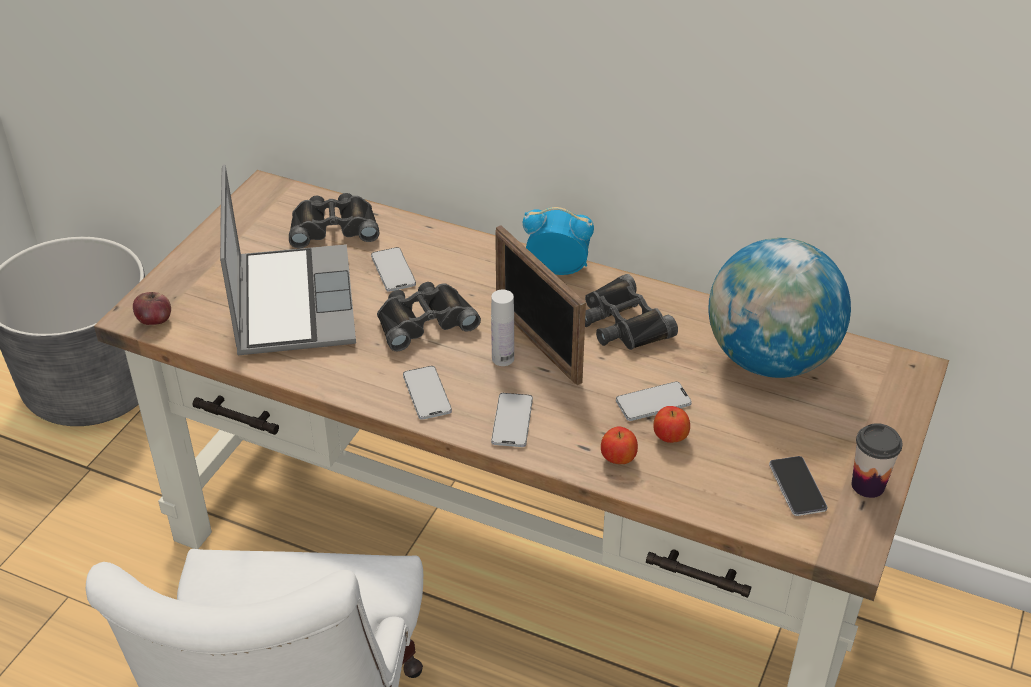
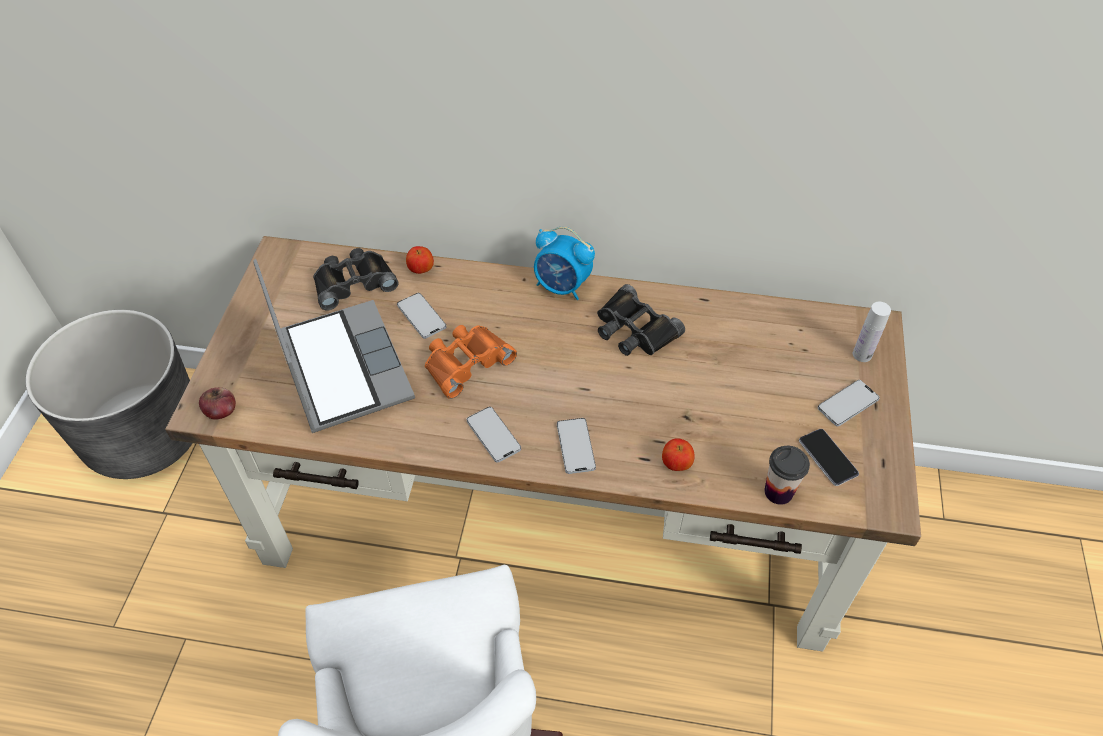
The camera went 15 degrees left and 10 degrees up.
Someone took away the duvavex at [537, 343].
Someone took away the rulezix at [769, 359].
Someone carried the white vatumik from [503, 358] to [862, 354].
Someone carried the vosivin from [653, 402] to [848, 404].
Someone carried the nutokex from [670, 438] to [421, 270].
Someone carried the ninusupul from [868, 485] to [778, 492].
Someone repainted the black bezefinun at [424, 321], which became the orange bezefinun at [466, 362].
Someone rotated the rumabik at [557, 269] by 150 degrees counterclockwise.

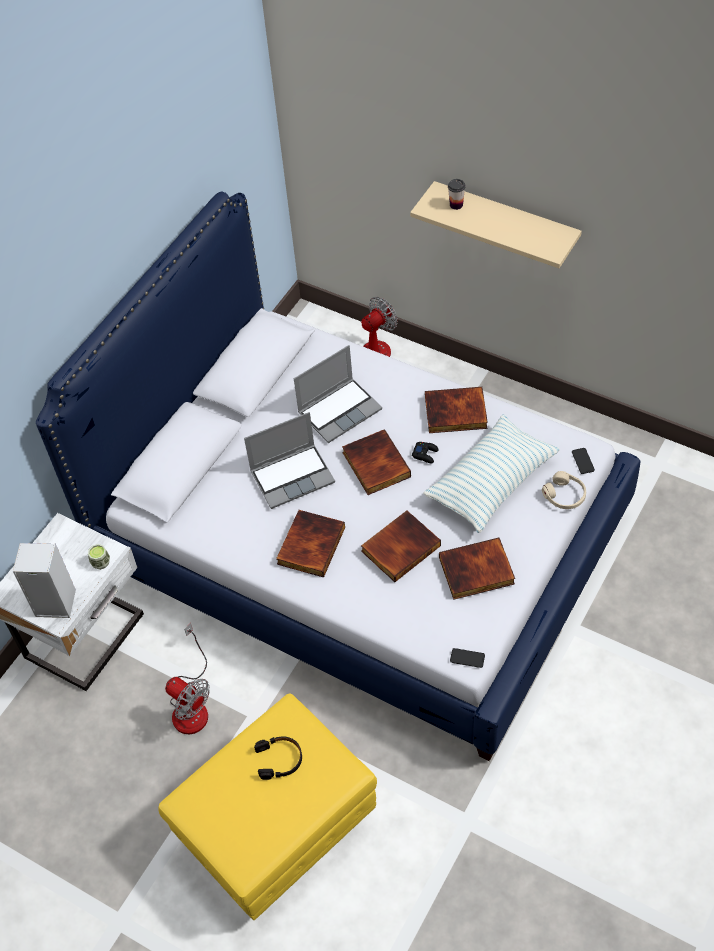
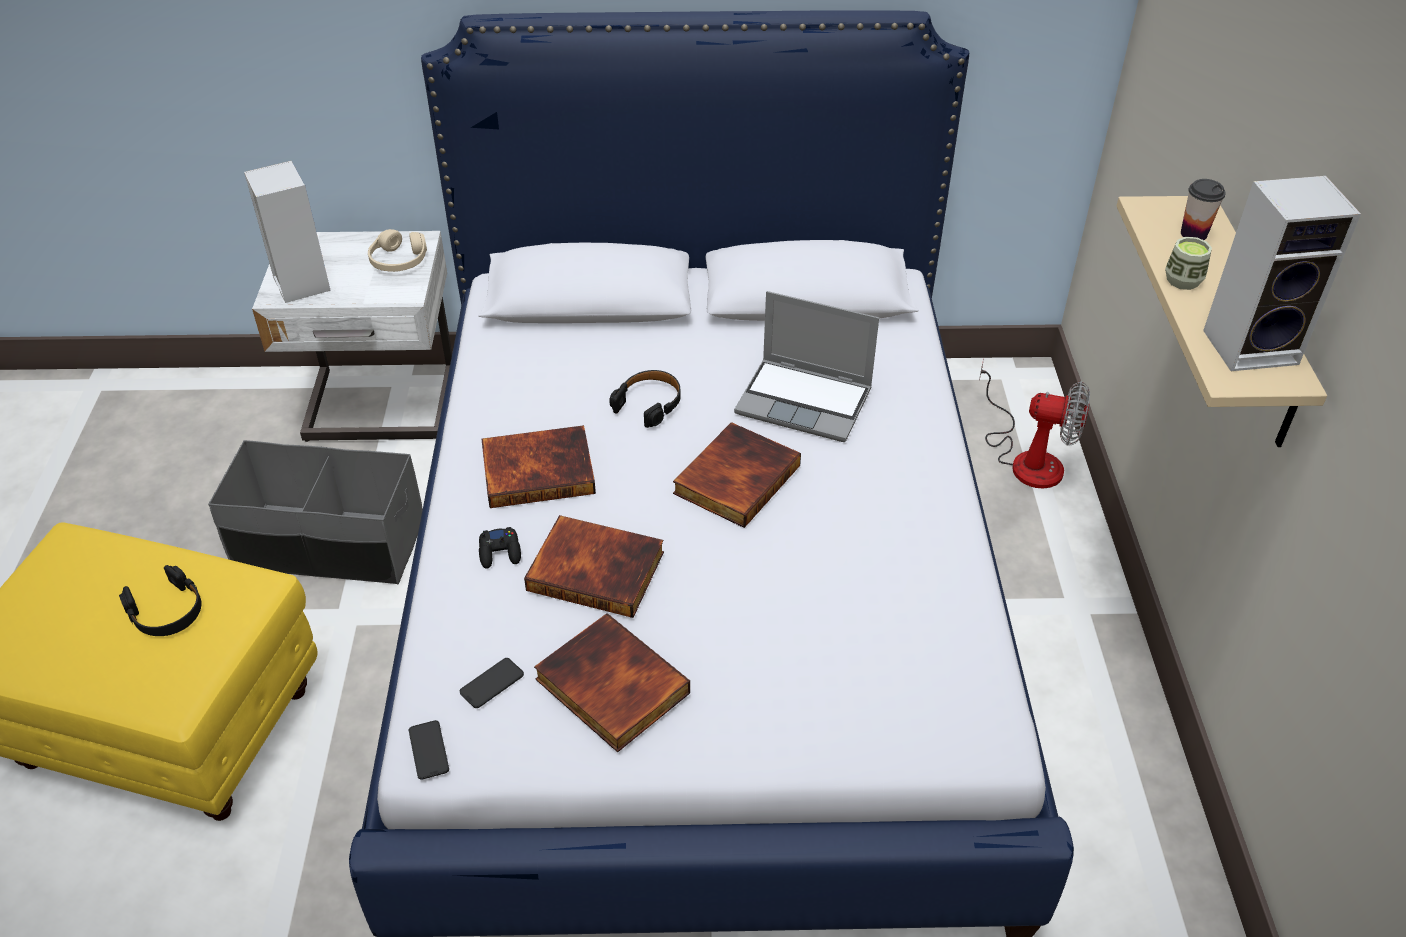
The camera went 55 degrees right and 10 degrees down.
Someone took away the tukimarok at [491, 483].
Someone took away the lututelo at [455, 413].
Someone put down the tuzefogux at [1253, 346].
Someone carried the ninusupul from [101, 562] to [1183, 280].
Someone carried the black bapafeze from [425, 454] to [500, 552].
Someone carried the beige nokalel from [564, 495] to [398, 260].
Someone carried the vosivin from [583, 461] to [492, 683].
Someone swapped the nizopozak at [191, 704] for the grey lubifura at [330, 544].
Someone swapped the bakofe at [293, 476] for the black nokalel at [649, 403].

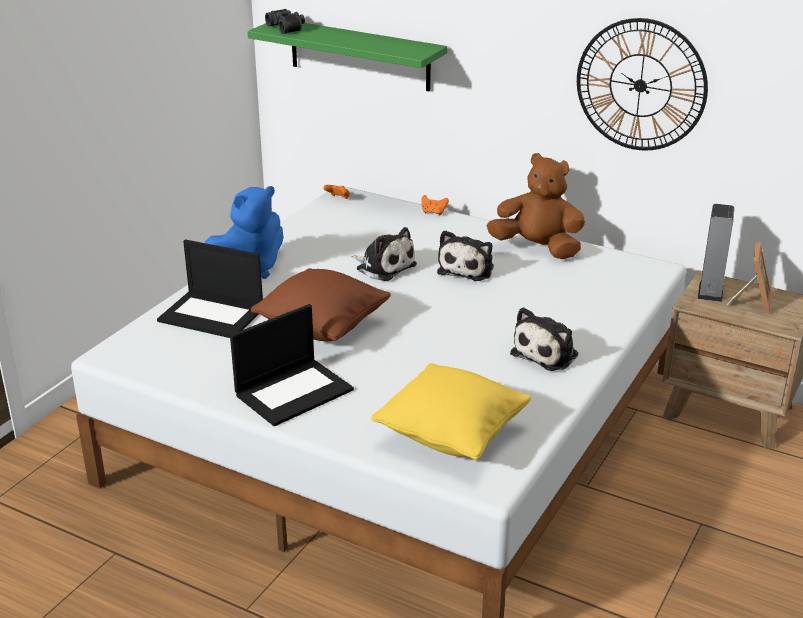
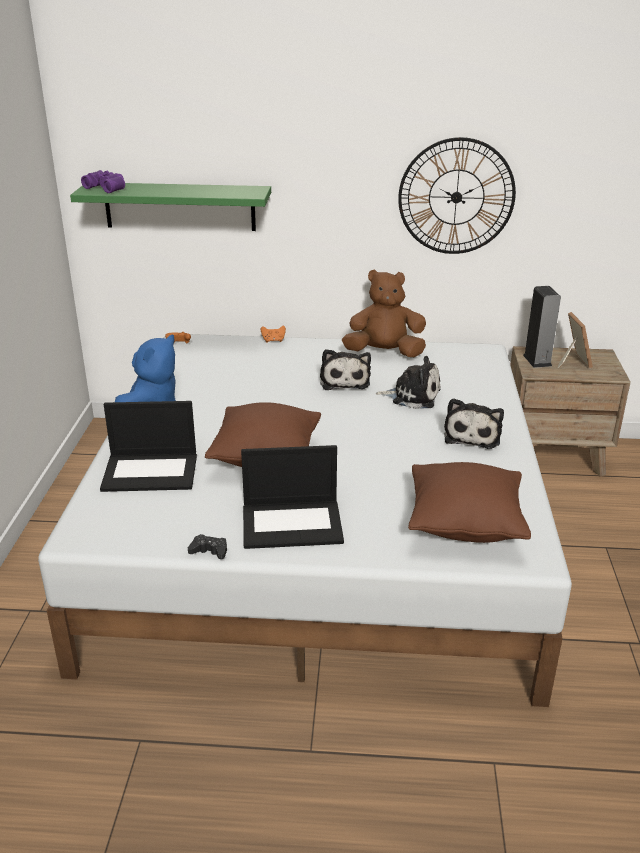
The camera went 25 degrees left and 0 degrees up.
Someone put down the black bapafeze at [209, 551].
Someone carried the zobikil from [384, 266] to [412, 396].
Someone repainted the black bezefinun at [287, 27], which became the purple bezefinun at [107, 188].
Someone repainted the yellow tukimarok at [451, 436], which became the brown tukimarok at [464, 525].
Someone rotated the bakofe at [294, 391] by 60 degrees clockwise.

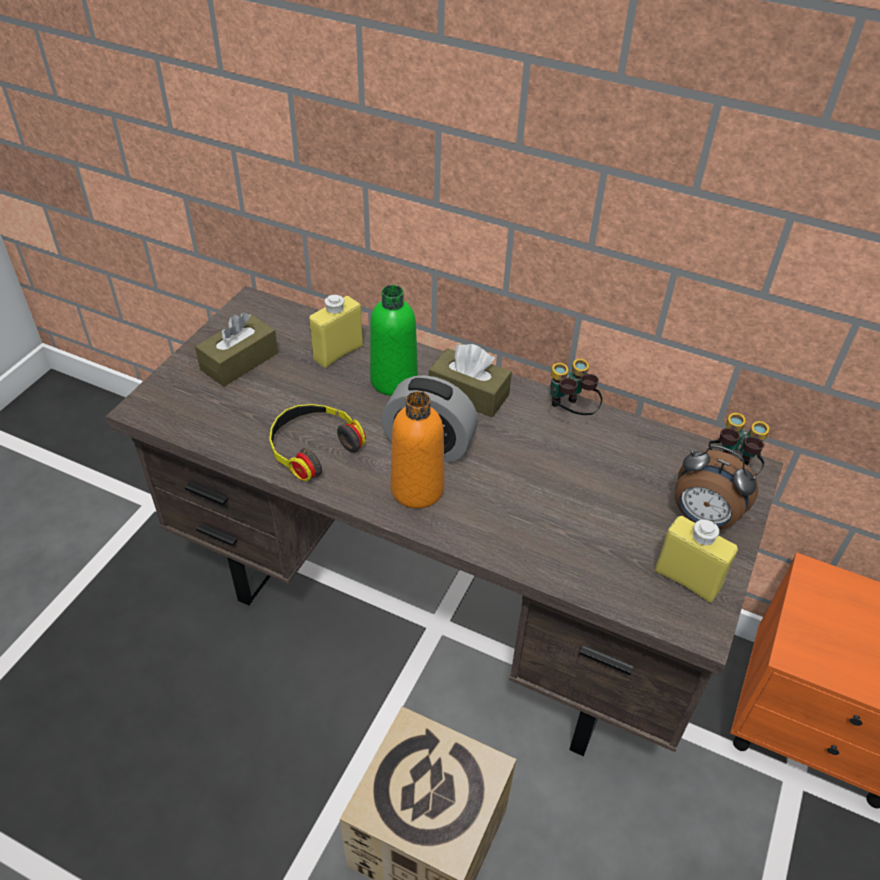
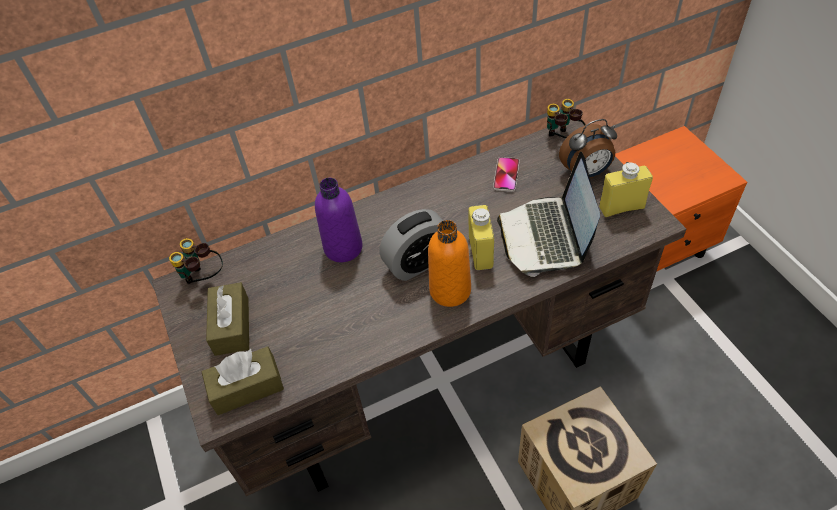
The camera went 45 degrees left and 5 degrees up.
Someone took away the nokalel at [313, 446].
Someone put down the vosivin at [506, 175].
Someone put down the bakofe at [546, 236].
Someone carried the yellow vatumik from [338, 353] to [480, 252].
Someone carried the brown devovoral from [468, 394] to [247, 387].
Someone carried the bezefinun from [569, 413] to [204, 278].
Someone repainted the green vatumik at [394, 380], which became the purple vatumik at [343, 248].

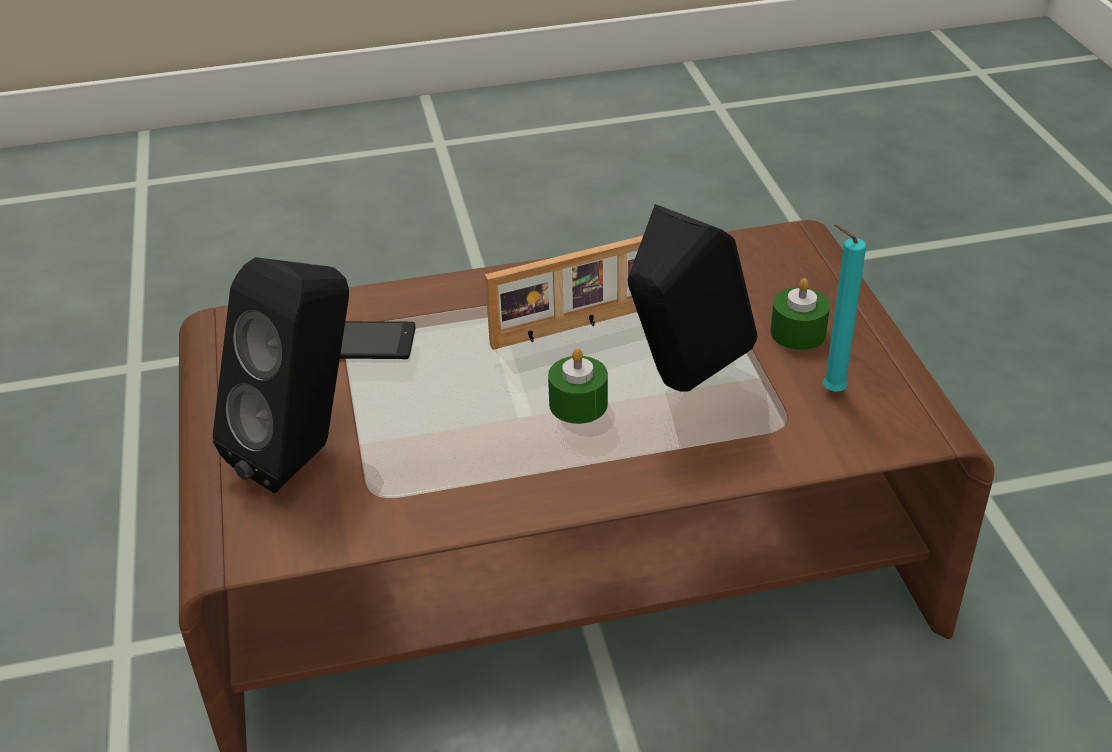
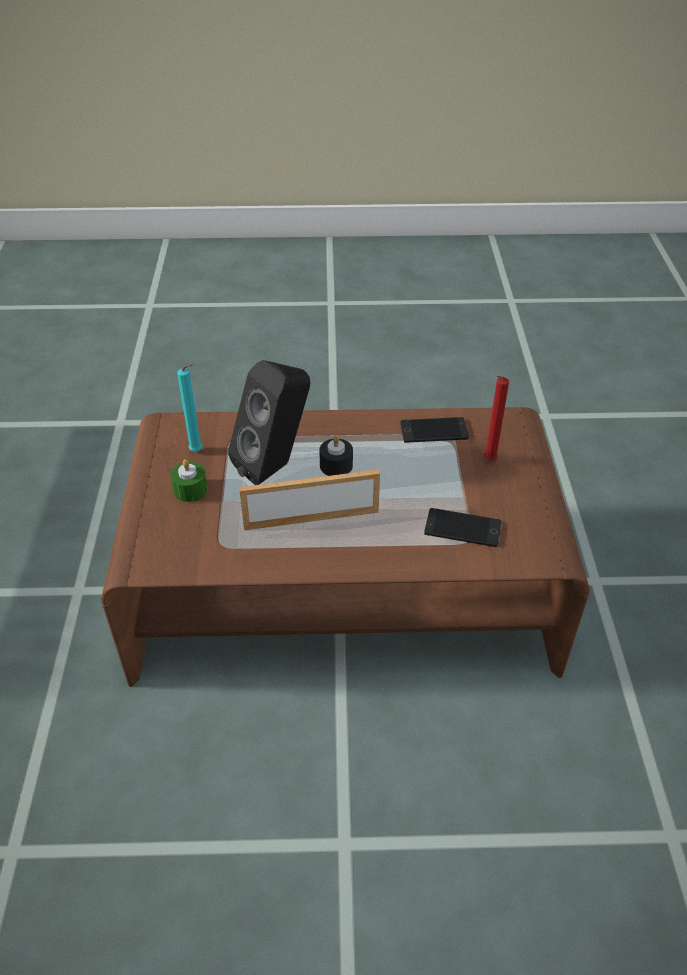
The camera went 170 degrees left and 5 degrees up.
Someone put down the vosivin at [434, 431].
Someone swapped the black tuzefogux at [305, 453] for the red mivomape at [488, 461].
Someone repainted the green mivomape at [578, 404], which became the black mivomape at [336, 465].

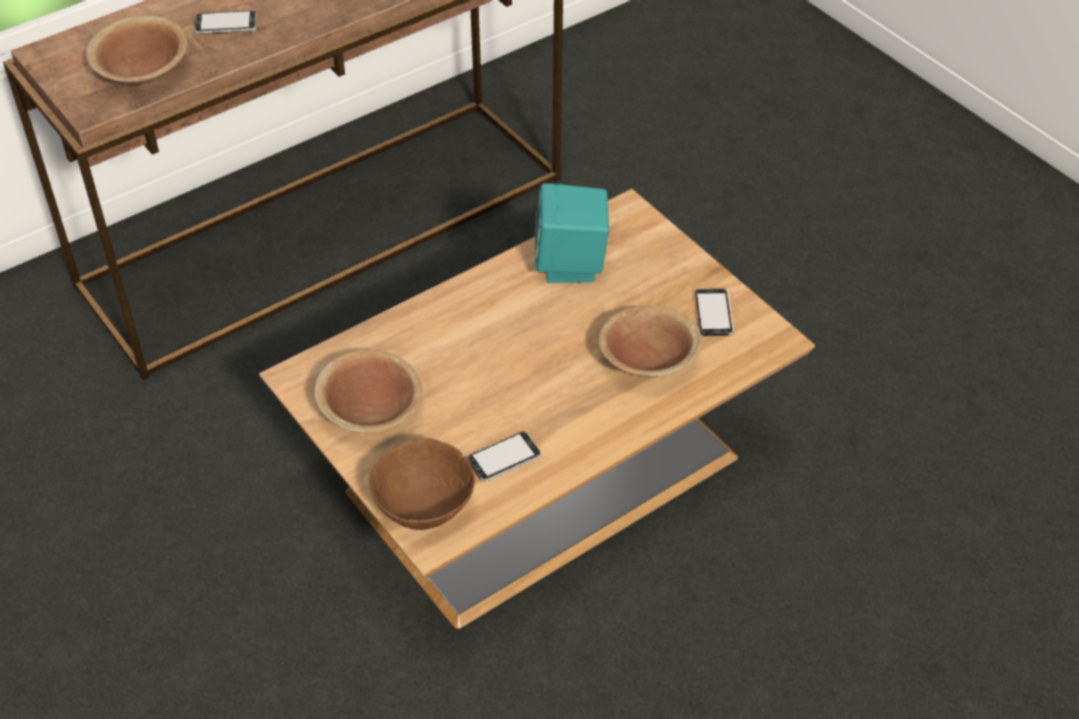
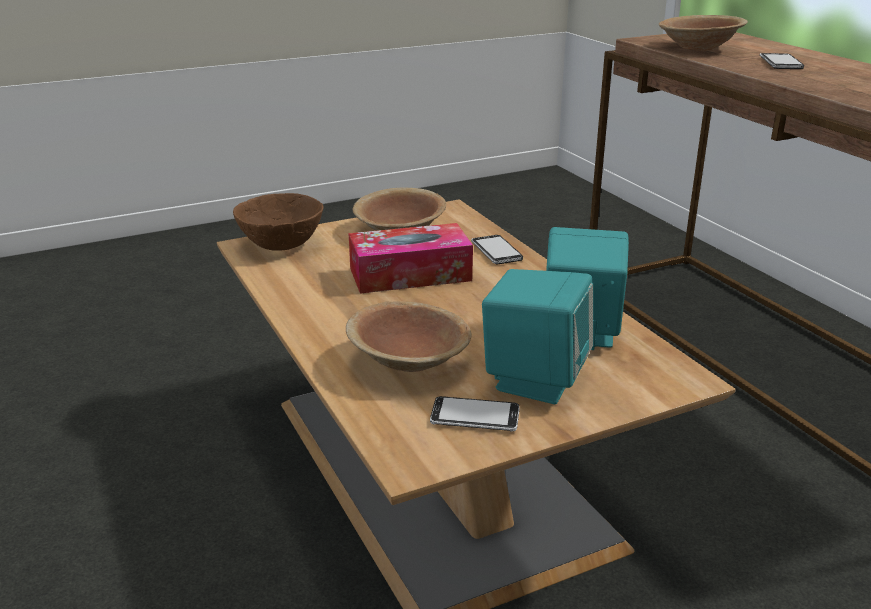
The camera went 100 degrees right and 20 degrees down.
Someone put down the devovoral at [410, 274].
Someone put down the turquoise tuzefogux at [535, 379].
Someone carried the vosivin from [504, 458] to [496, 251].

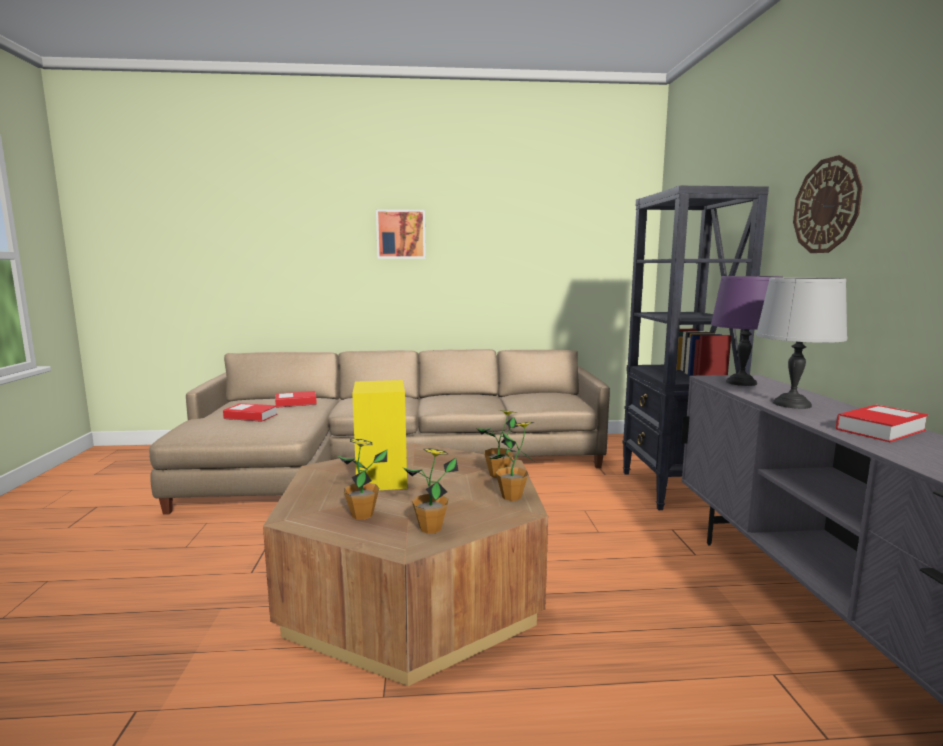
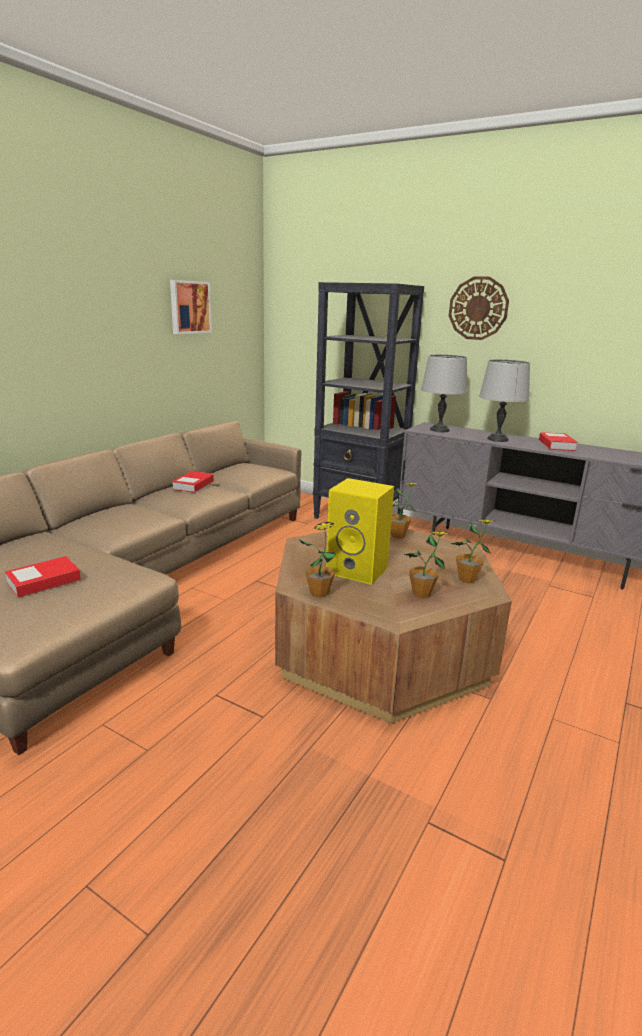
The camera went 55 degrees left and 10 degrees up.
Someone carried the lututelo from [296, 403] to [193, 485].
Someone carried the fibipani from [401, 234] to [189, 307].
Someone carried the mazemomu from [511, 497] to [319, 593].
Someone repainted the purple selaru at [741, 383], which became the grey selaru at [440, 430].

